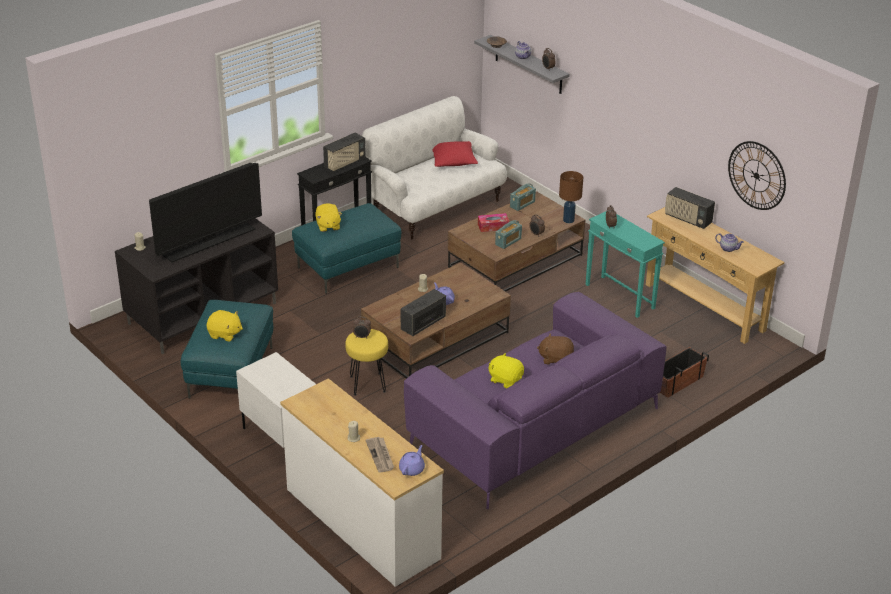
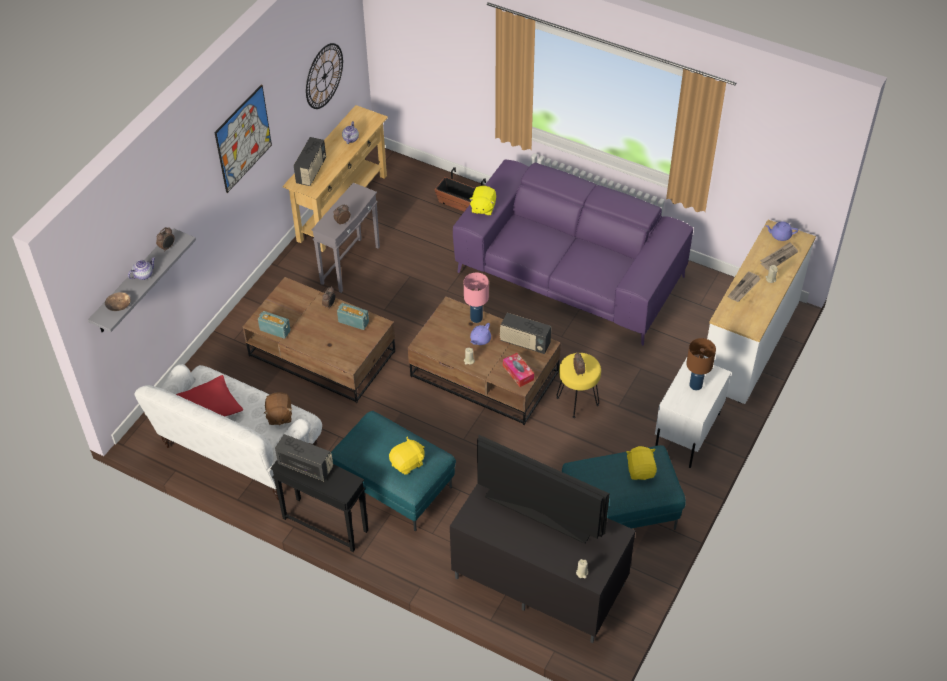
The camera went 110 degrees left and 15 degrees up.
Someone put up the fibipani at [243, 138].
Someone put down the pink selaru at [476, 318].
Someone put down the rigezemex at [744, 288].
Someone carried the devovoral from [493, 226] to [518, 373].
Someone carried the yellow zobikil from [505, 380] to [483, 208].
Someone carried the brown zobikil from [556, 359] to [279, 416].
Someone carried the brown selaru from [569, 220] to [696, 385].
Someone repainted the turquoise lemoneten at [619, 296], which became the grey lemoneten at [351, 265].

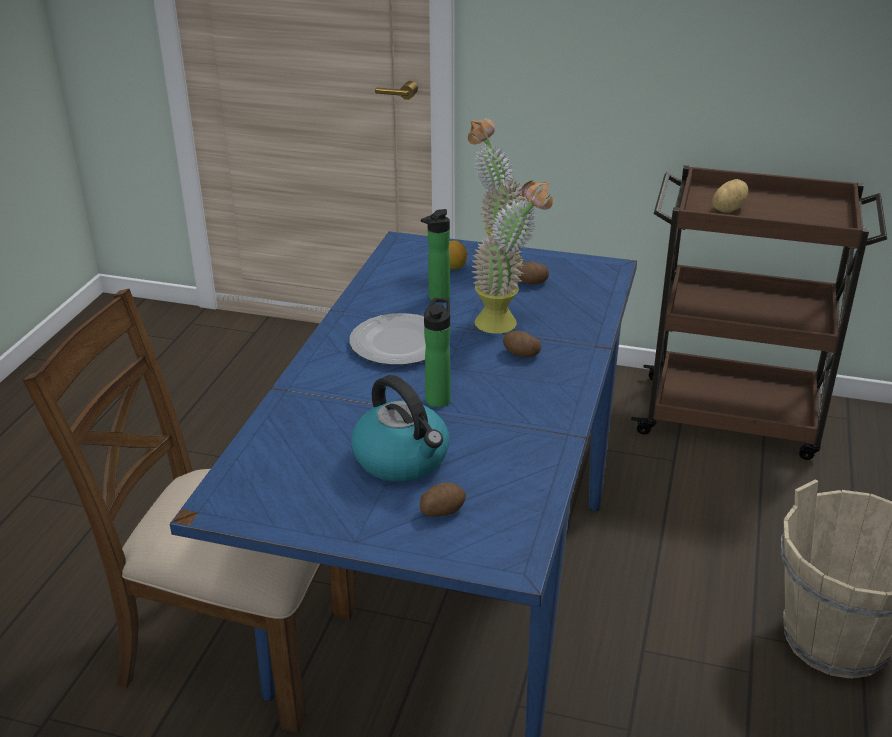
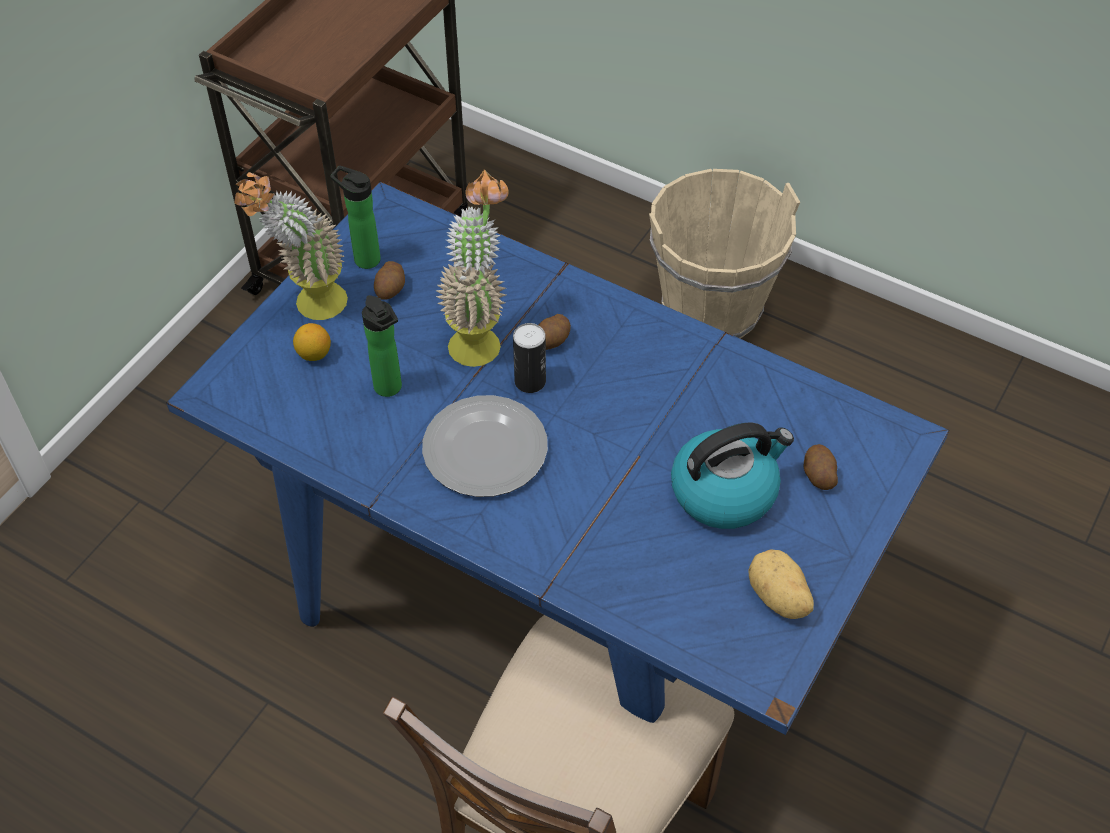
The camera went 75 degrees left and 20 degrees up.
Someone put down the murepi at [530, 381].
Someone carried the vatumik from [438, 398] to [363, 258].
Someone carried the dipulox from [726, 209] to [777, 598].

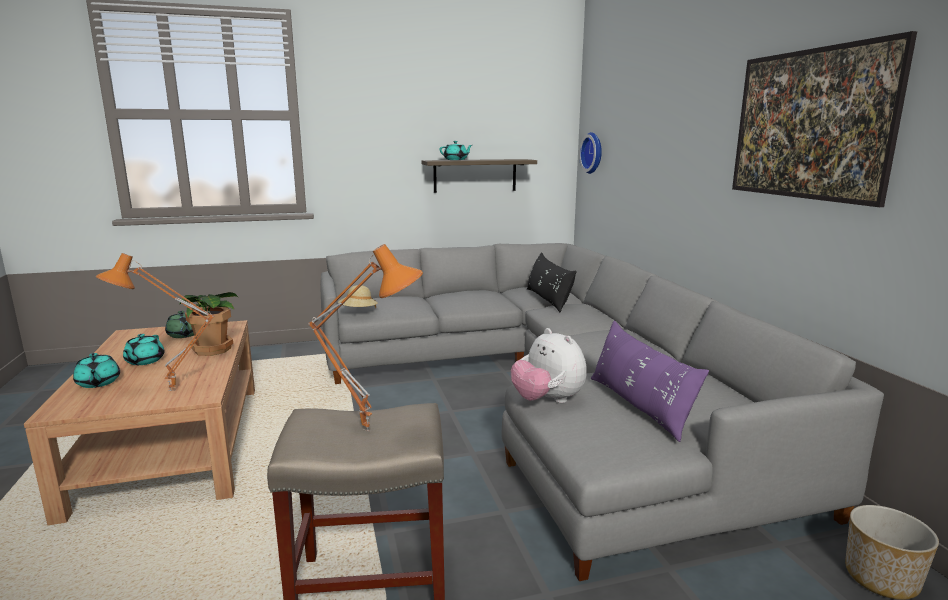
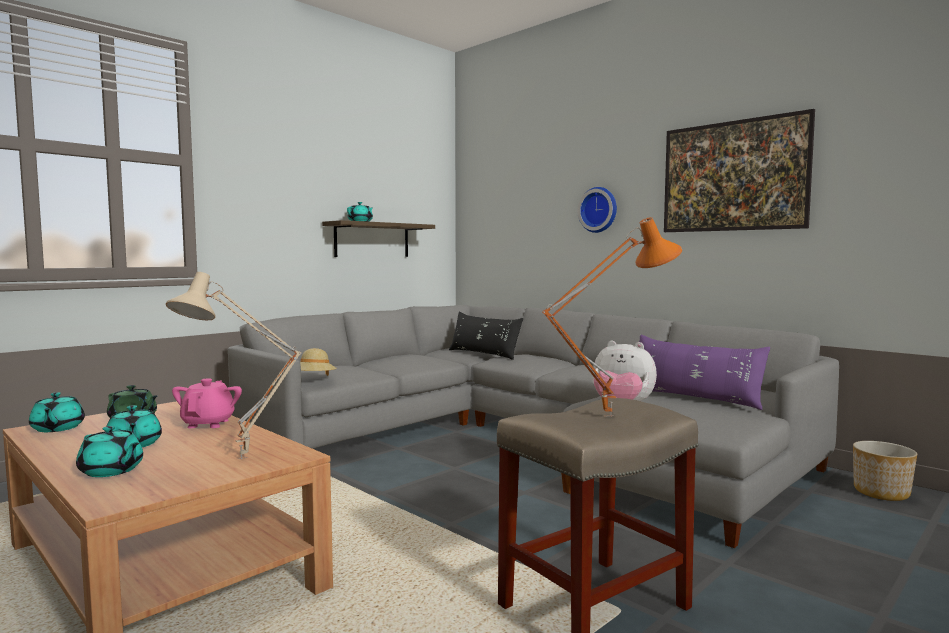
The camera went 30 degrees left and 10 degrees down.
Someone put down the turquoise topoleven at [57, 428].
Someone carried the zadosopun from [593, 153] to [599, 210].
Someone swapped the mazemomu at [212, 349] for the pink topoleven at [208, 423].
Someone repainted the orange selaru at [171, 391], which became the beige selaru at [244, 459].

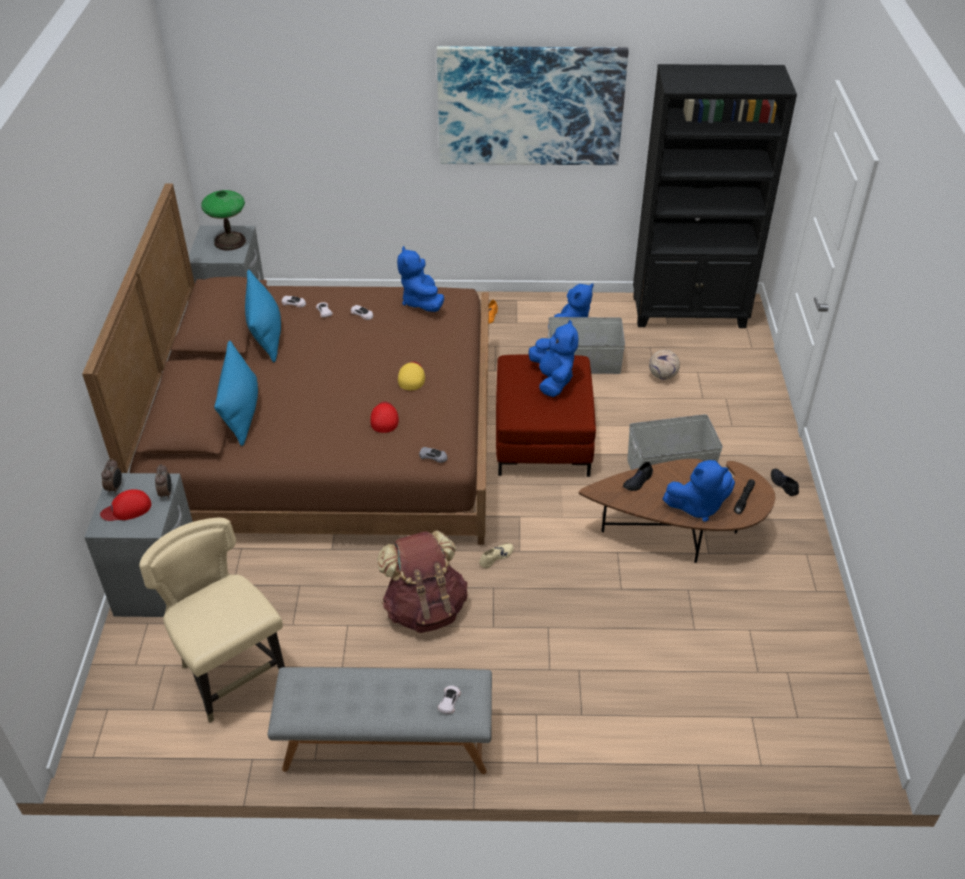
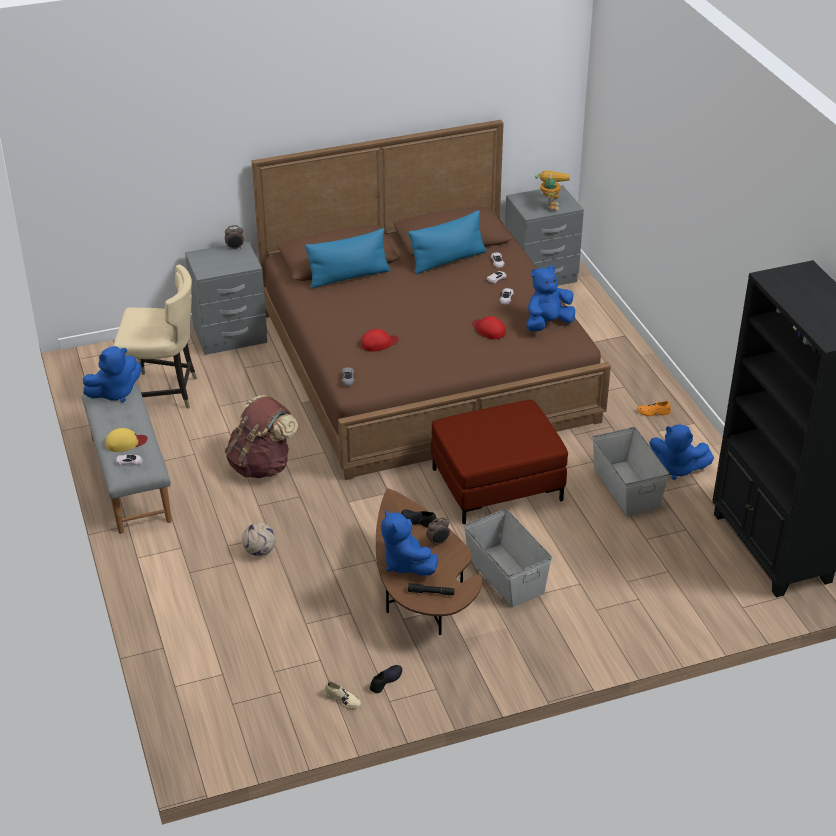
The camera went 70 degrees right and 5 degrees down.
Someone took away the fibipani at [530, 106].
Someone carried the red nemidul from [127, 509] to [488, 330].
Someone carried the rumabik from [166, 493] to [438, 542].
Someone carried the yellow nemidul from [411, 377] to [125, 443].
Someone carried the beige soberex from [496, 557] to [342, 699].
Someone carried the blue zobikil from [552, 380] to [115, 393].
Someone carried the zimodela from [662, 376] to [260, 551].
Someone carried the black soberex from [783, 484] to [385, 681].
Someone swapped the selaru at [229, 241] for the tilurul at [550, 205].
Someone rotated the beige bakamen at [231, 674] by 60 degrees clockwise.

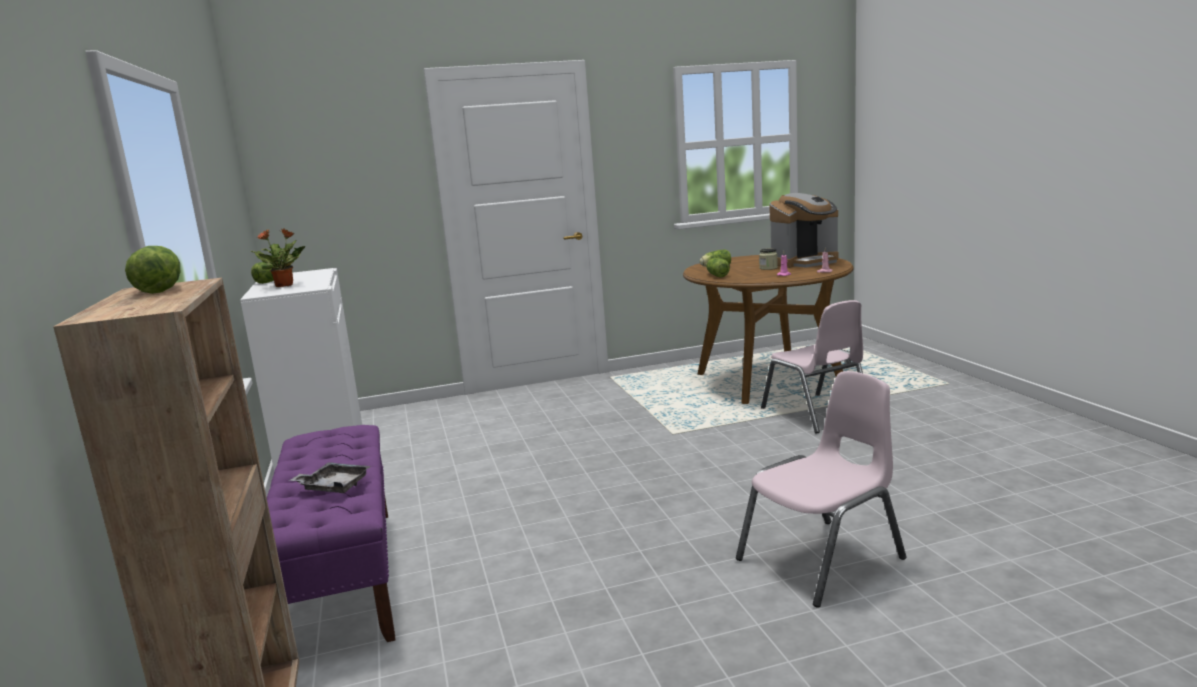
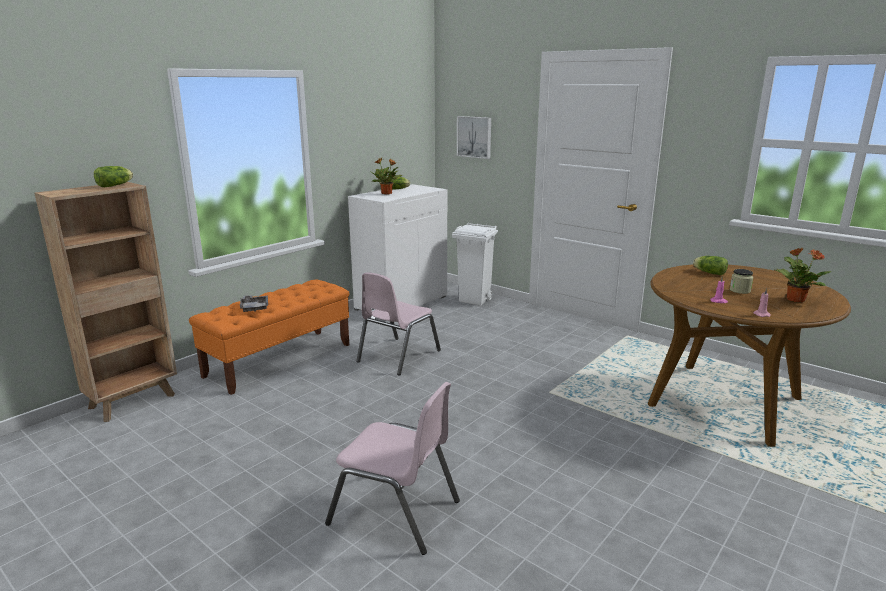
The camera went 55 degrees right and 5 degrees up.
Someone took away the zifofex at [716, 275].
Someone put down the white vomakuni at [475, 300].
Someone put up the fibipani at [474, 137].
Someone carried the pink bakamen from [816, 414] to [398, 356].
Someone swapped the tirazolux at [805, 262] for the mazemomu at [795, 299].
Someone repainted the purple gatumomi at [343, 578], which became the orange gatumomi at [279, 360].

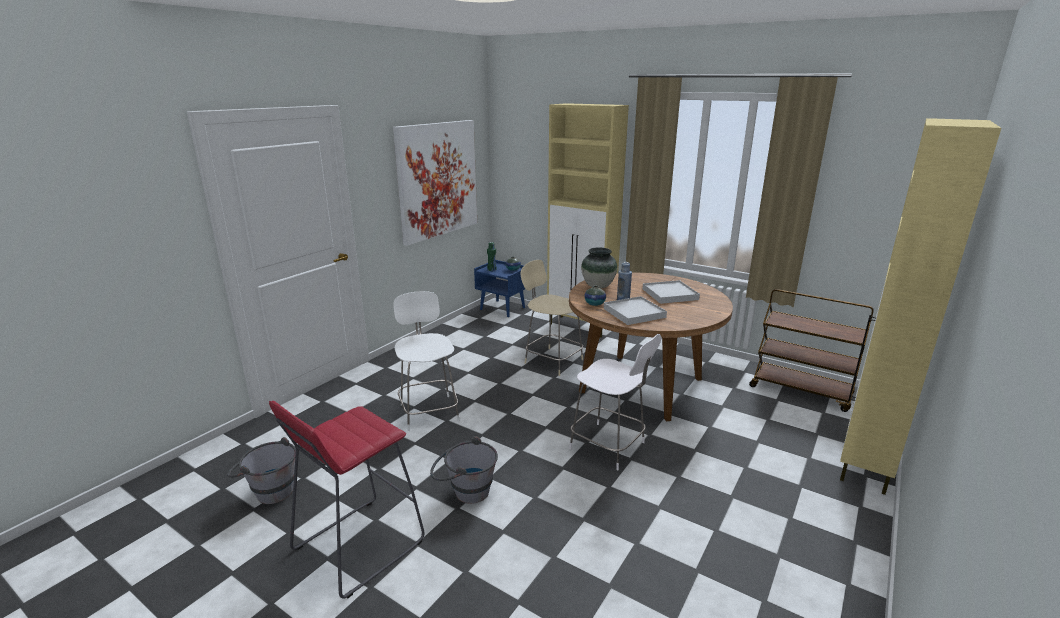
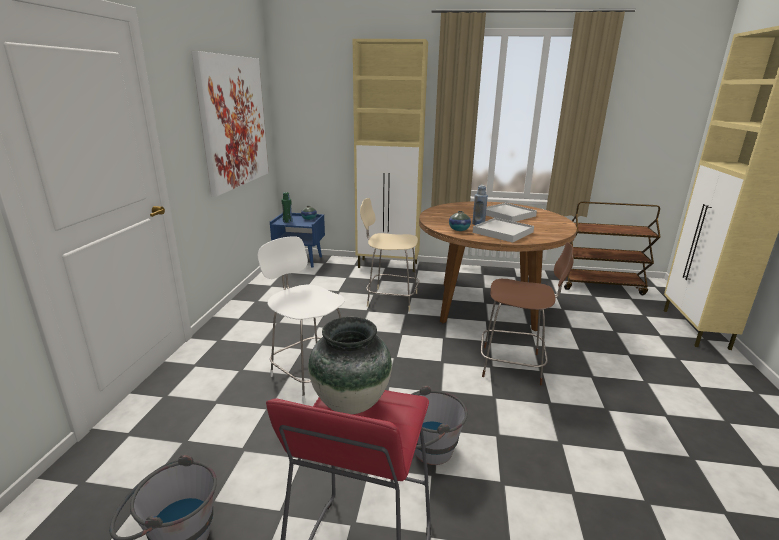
The camera went 25 degrees left and 0 degrees up.
Someone carried the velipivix from [598, 286] to [351, 402].
Someone repainted the white bakamen at [609, 447], which became the brown bakamen at [514, 365].

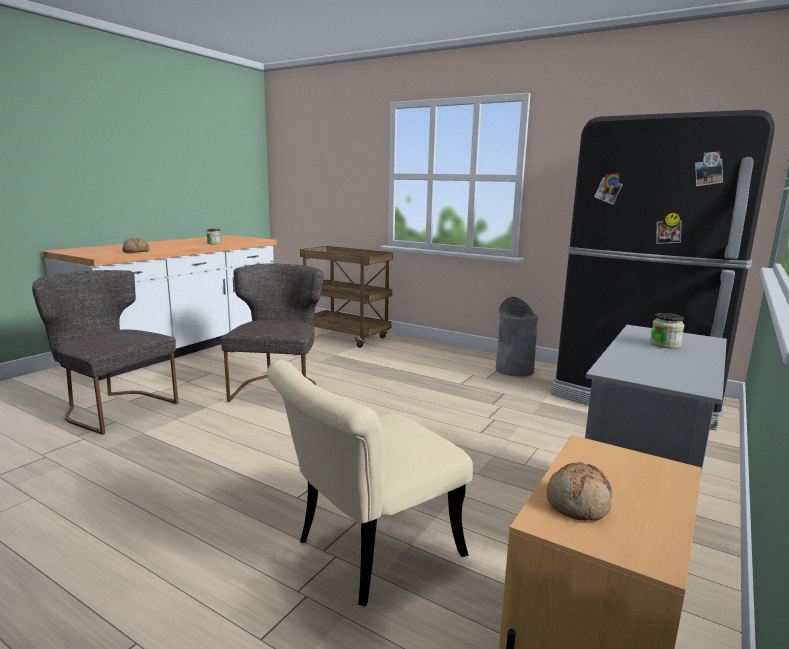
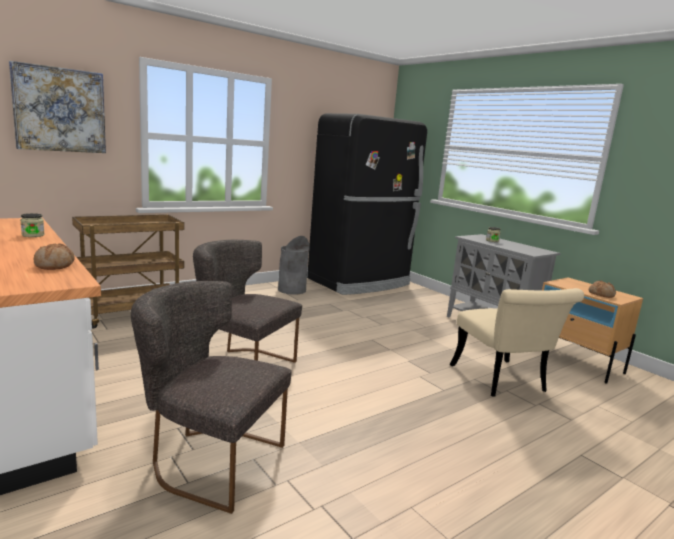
The camera went 70 degrees left and 0 degrees up.
Someone put up the fibipani at [60, 110].
Someone rotated the grey bakamen at [112, 408] by 60 degrees clockwise.

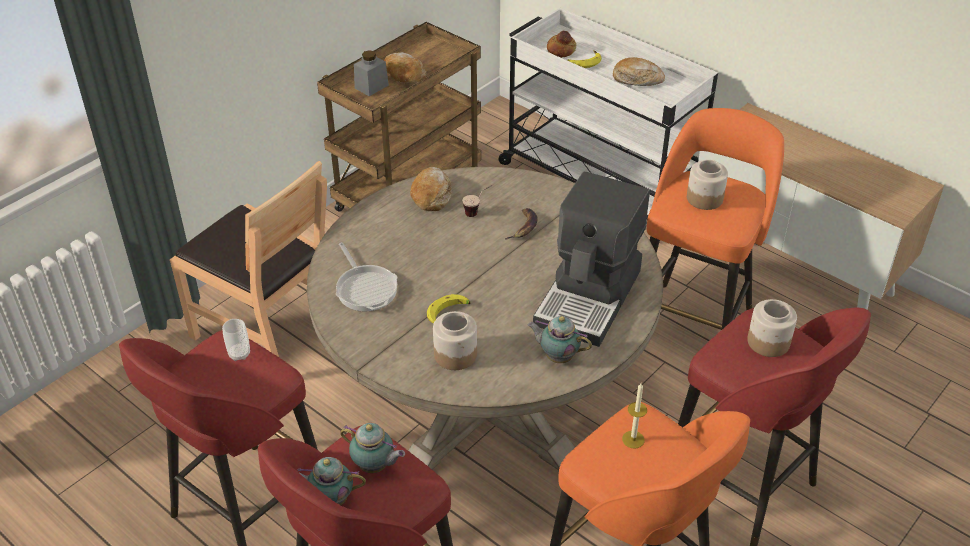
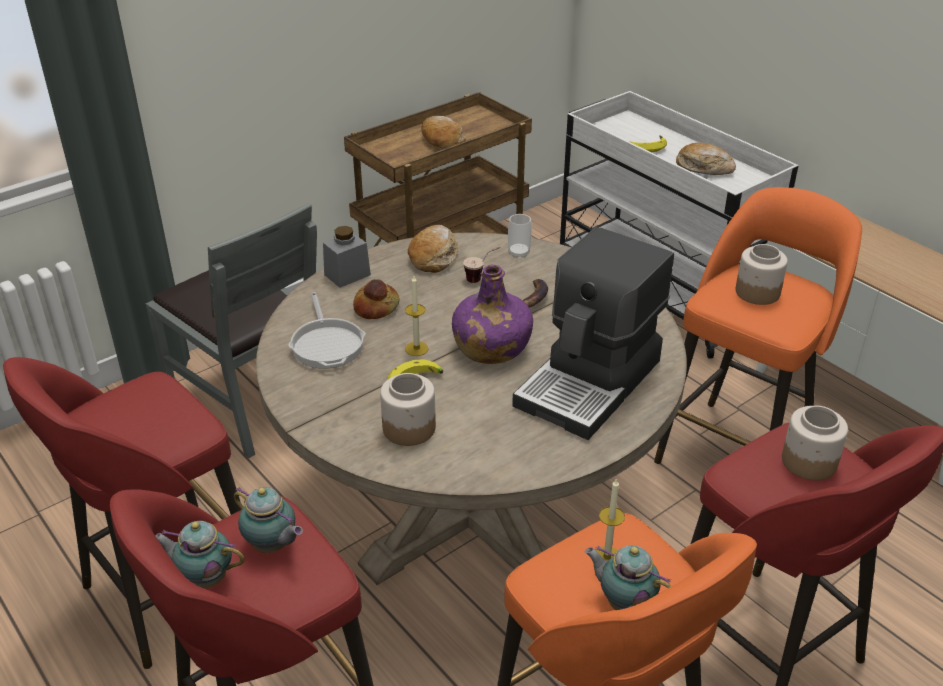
The camera went 10 degrees right and 5 degrees down.
Someone put down the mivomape at [416, 348].
Someone put down the purple vatumik at [490, 347].
Someone carried the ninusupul from [239, 354] to [519, 253].
Someone carried the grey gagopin from [371, 87] to [347, 275].
Someone carried the topoleven from [557, 357] to [624, 602].
Someone carried the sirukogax from [561, 51] to [376, 308].
Someone repainted the brown bakamen at [267, 331], which became the grey bakamen at [251, 401].

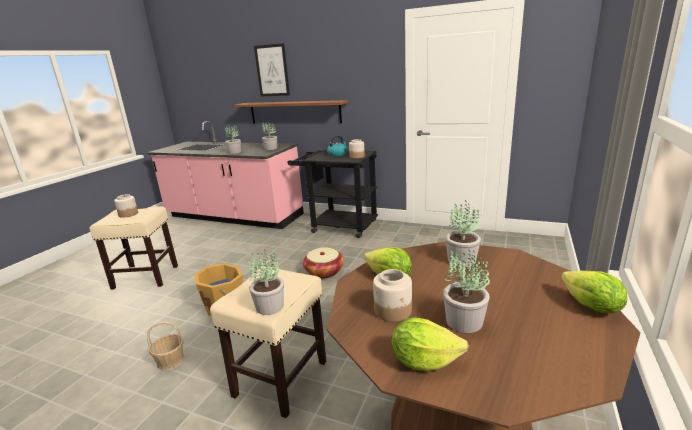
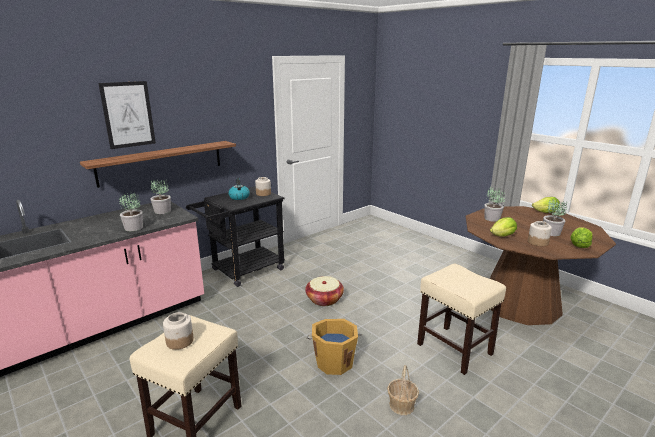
The camera went 65 degrees left and 0 degrees up.
Someone took away the mazemomu at [270, 306].

